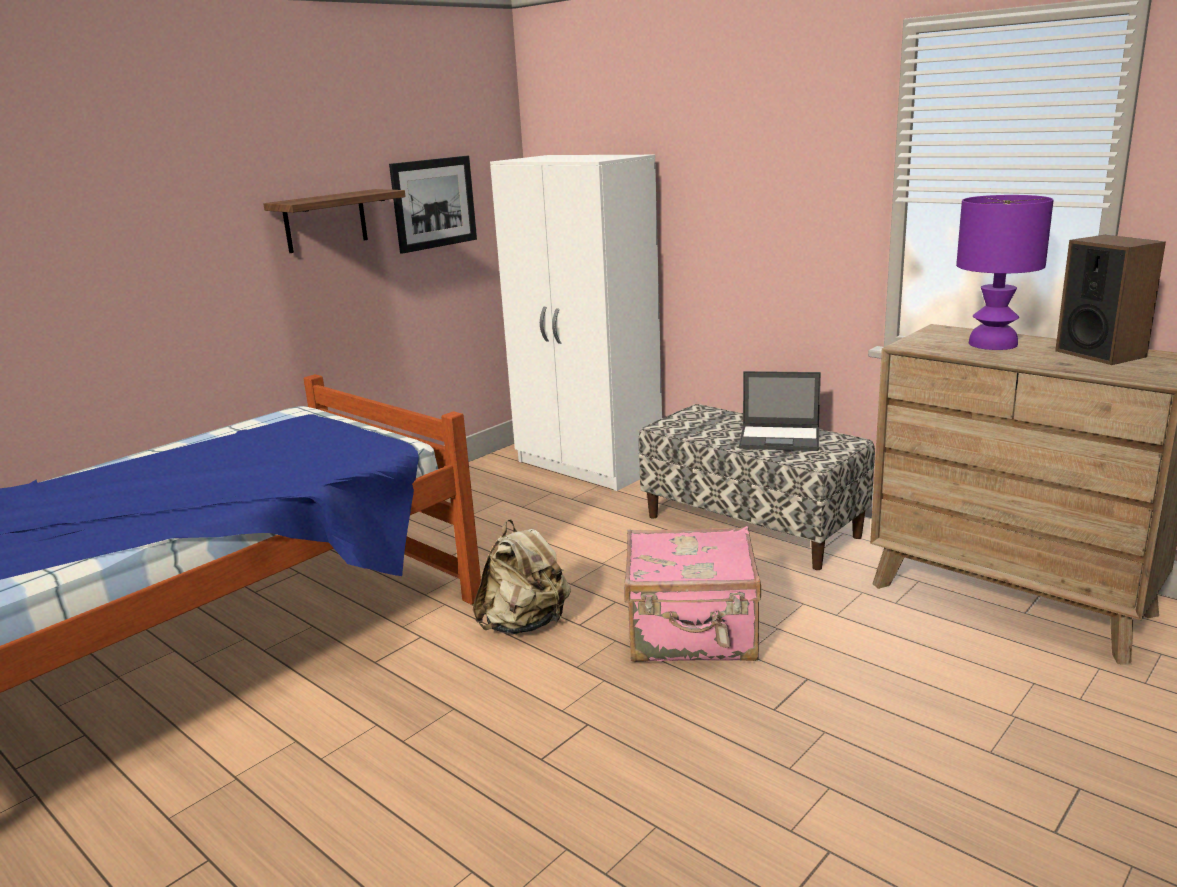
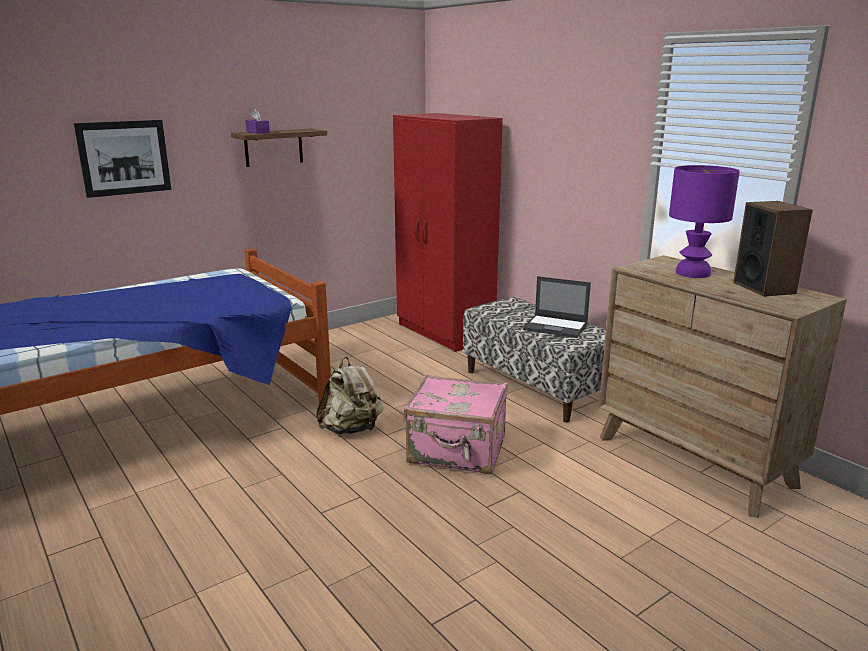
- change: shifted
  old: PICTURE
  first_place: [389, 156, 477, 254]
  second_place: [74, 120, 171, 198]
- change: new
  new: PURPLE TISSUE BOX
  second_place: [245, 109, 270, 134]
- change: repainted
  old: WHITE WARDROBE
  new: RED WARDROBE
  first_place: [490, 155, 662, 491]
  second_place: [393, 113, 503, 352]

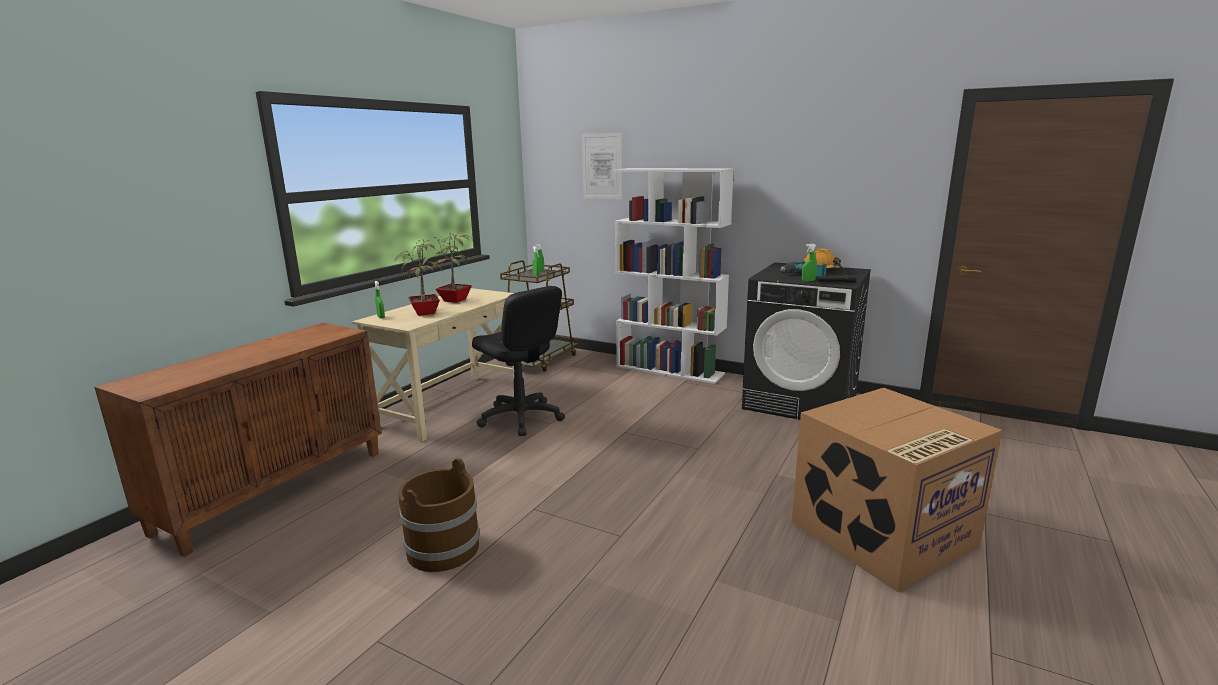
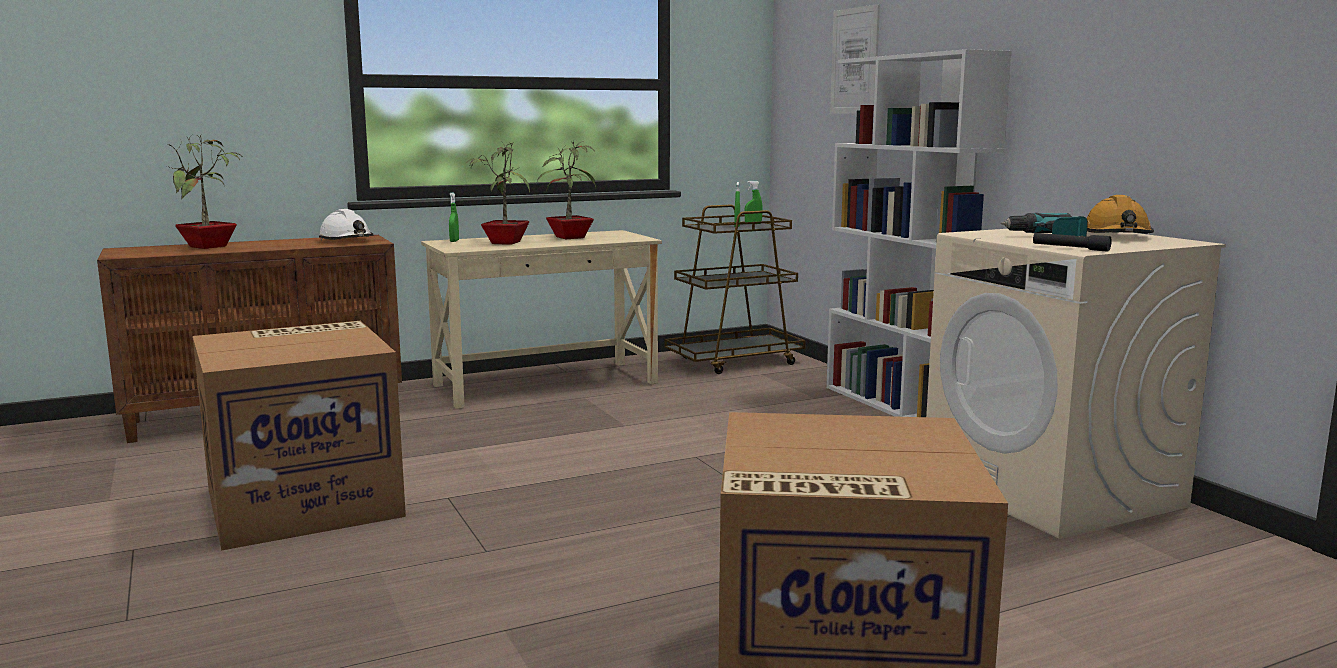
- change: new
  new: POTTED PLANT
  second_place: [167, 135, 244, 249]
- change: swapped
  old: BROWN BUCKET
  new: CARDBOARD BOX
  first_place: [398, 458, 480, 572]
  second_place: [192, 321, 406, 551]
- change: new
  new: WHITE HARD HAT
  second_place: [319, 209, 374, 240]
- change: repainted
  old: BLACK WASHING MACHINE
  new: BEIGE WASHING MACHINE
  first_place: [742, 262, 871, 420]
  second_place: [926, 229, 1226, 539]
- change: gone
  old: BLACK OFFICE CHAIR
  first_place: [472, 286, 565, 436]
- change: gone
  old: GREEN SPRAY BOTTLE
  first_place: [802, 244, 817, 282]

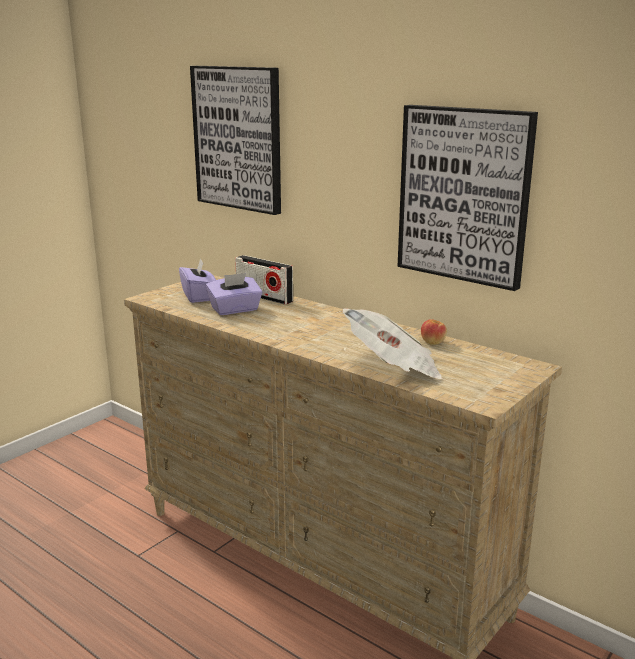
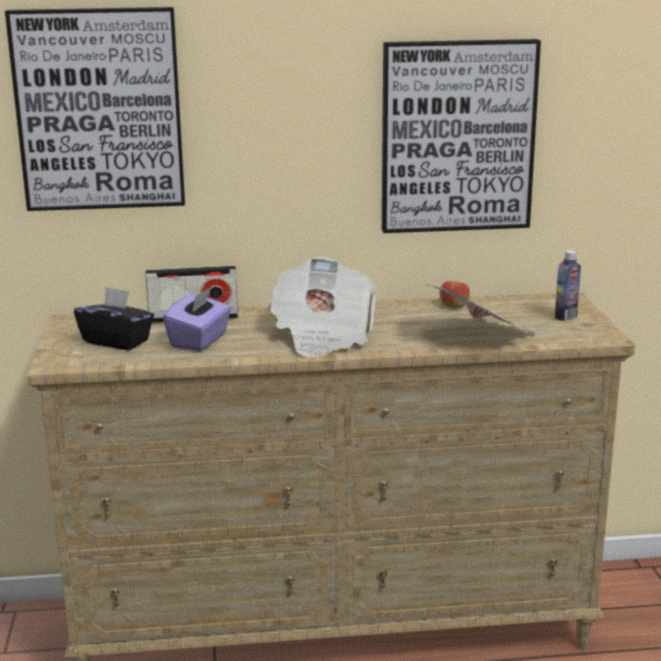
- change: repainted
  old: PURPLE TISSUE BOX
  new: BLACK TISSUE BOX
  first_place: [179, 258, 216, 303]
  second_place: [74, 287, 154, 350]
- change: new
  new: NEWSPAPER
  second_place: [268, 257, 377, 357]
- change: new
  new: BOTTLE
  second_place: [555, 250, 581, 321]

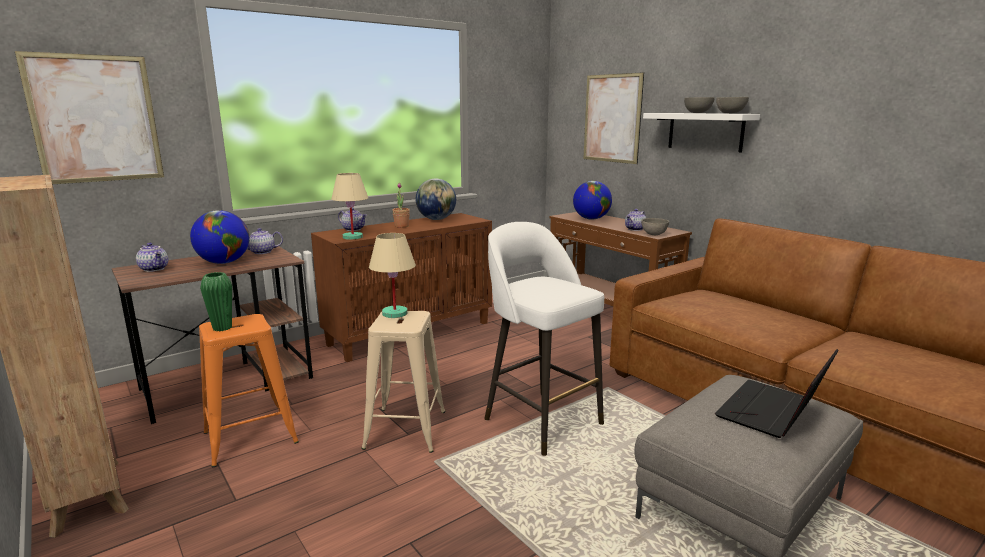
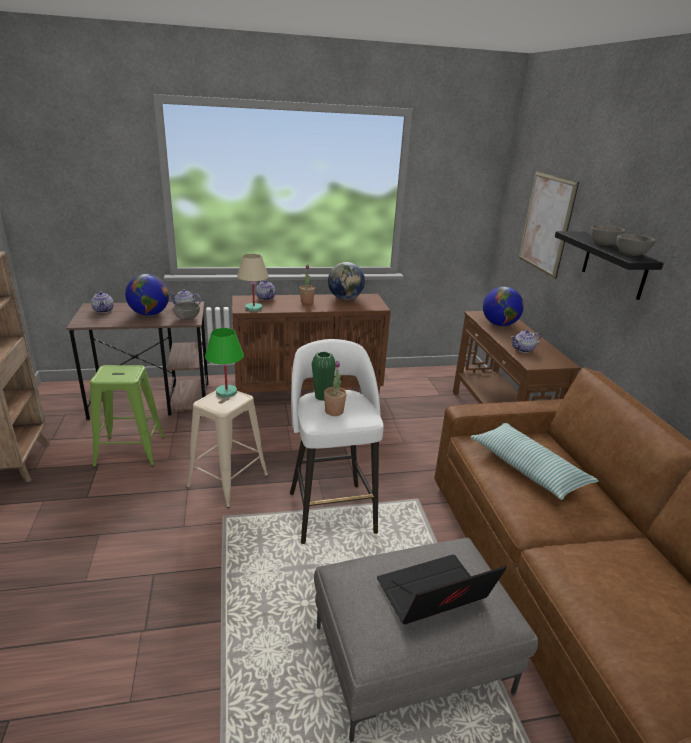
- change: repainted
  old: ORANGE STOOL
  new: GREEN STOOL
  first_place: [199, 314, 299, 467]
  second_place: [90, 365, 165, 467]
- change: shifted
  old: GREY BOWL
  first_place: [641, 218, 669, 235]
  second_place: [173, 302, 200, 320]
- change: repainted
  old: BEIGE TABLE LAMP
  new: GREEN TABLE LAMP
  first_place: [369, 233, 416, 318]
  second_place: [205, 328, 244, 398]
- change: shifted
  old: GREEN VASE
  first_place: [200, 272, 232, 332]
  second_place: [312, 351, 336, 401]
- change: new
  new: POTTED PLANT
  second_place: [324, 361, 347, 416]
- change: new
  new: PILLOW
  second_place: [470, 423, 599, 500]
- change: repainted
  old: WHITE SHELF
  new: BLACK SHELF
  first_place: [643, 113, 760, 152]
  second_place: [555, 231, 664, 300]
- change: gone
  old: PICTURE
  first_place: [15, 51, 164, 184]

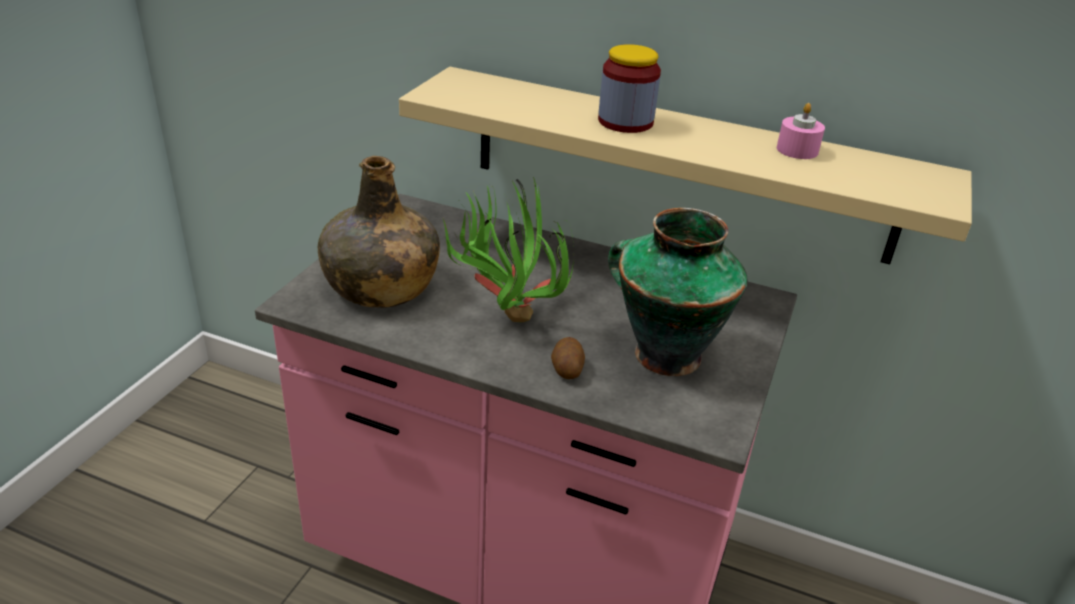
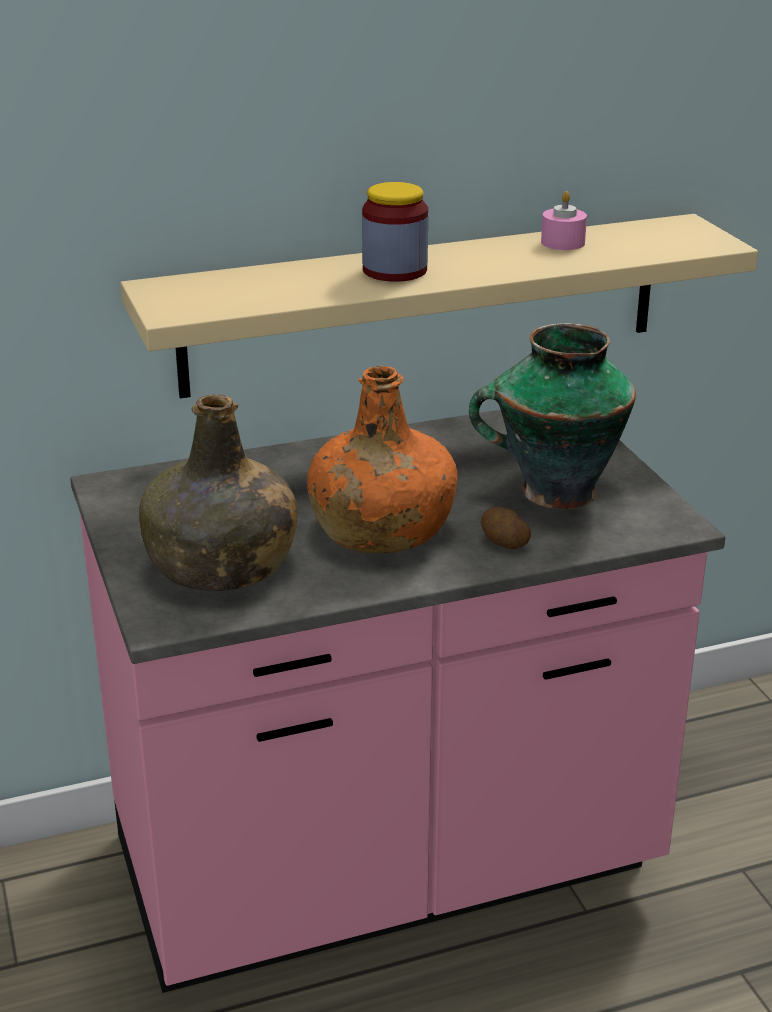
- change: swapped
  old: POTTED PLANT
  new: ORANGE BOTTLE
  first_place: [443, 176, 574, 322]
  second_place: [307, 365, 457, 554]

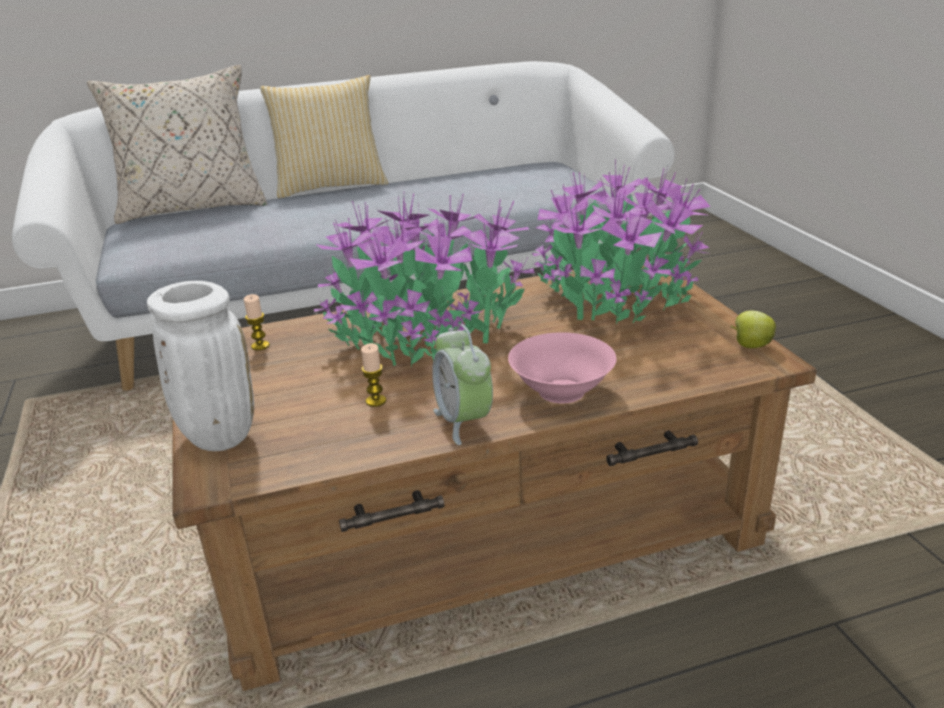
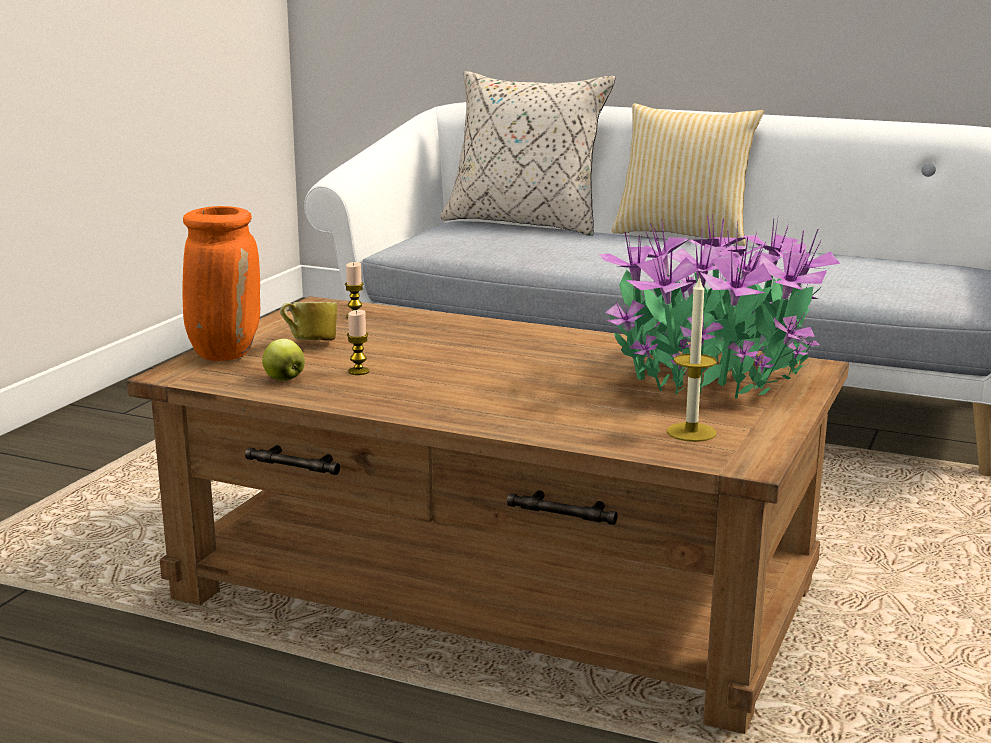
- change: repainted
  old: WHITE VASE
  new: ORANGE VASE
  first_place: [147, 281, 254, 451]
  second_place: [183, 206, 260, 361]
- change: shifted
  old: APPLE
  first_place: [731, 311, 776, 348]
  second_place: [262, 339, 305, 381]
- change: new
  new: MUG
  second_place: [280, 302, 337, 341]
- change: new
  new: CANDLE
  second_place: [667, 276, 717, 442]
- change: gone
  old: POTTED PLANT
  first_place: [314, 194, 535, 368]
- change: gone
  old: ALARM CLOCK
  first_place: [432, 324, 493, 445]
- change: gone
  old: PINK BOWL
  first_place: [508, 332, 616, 403]

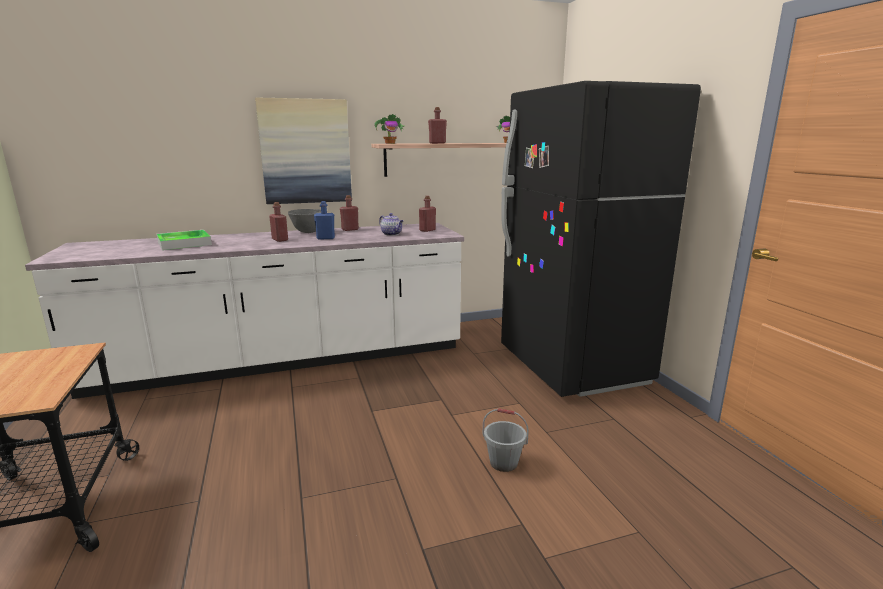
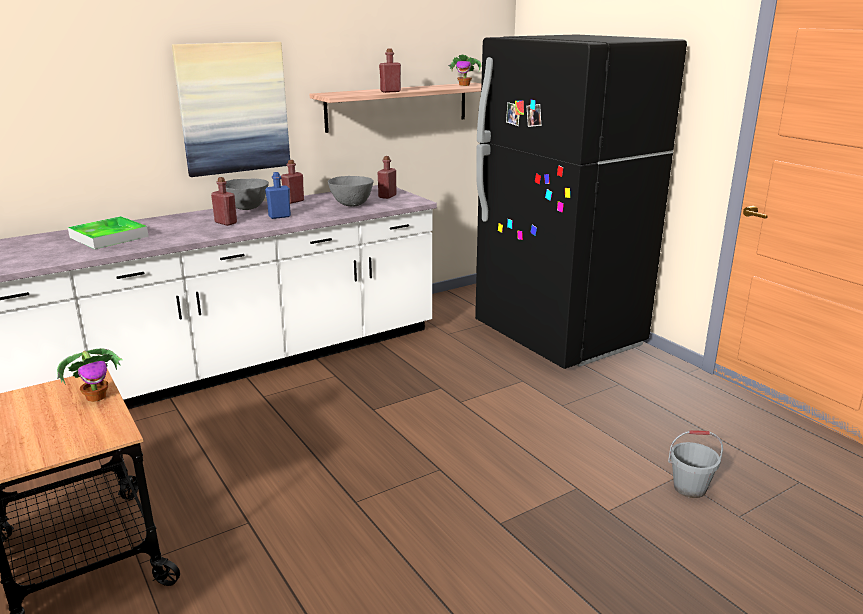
- change: shifted
  old: POTTED PLANT
  first_place: [374, 114, 404, 144]
  second_place: [57, 348, 123, 402]
- change: swapped
  old: TEAPOT
  new: GREY BOWL
  first_place: [379, 213, 404, 236]
  second_place: [328, 176, 374, 206]
- change: shifted
  old: GREY BUCKET
  first_place: [482, 408, 529, 472]
  second_place: [668, 430, 723, 498]

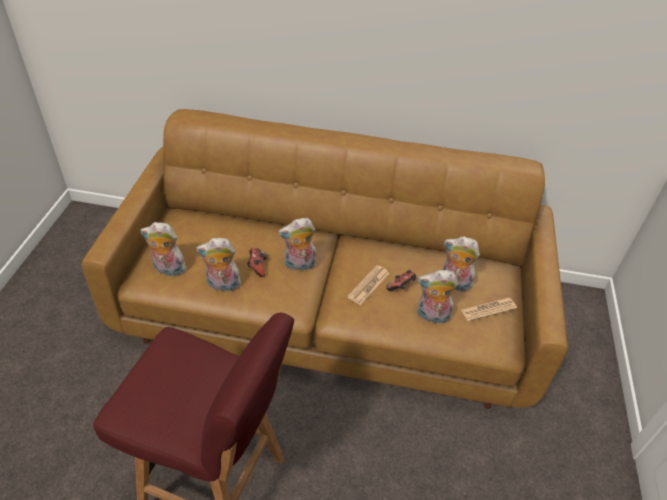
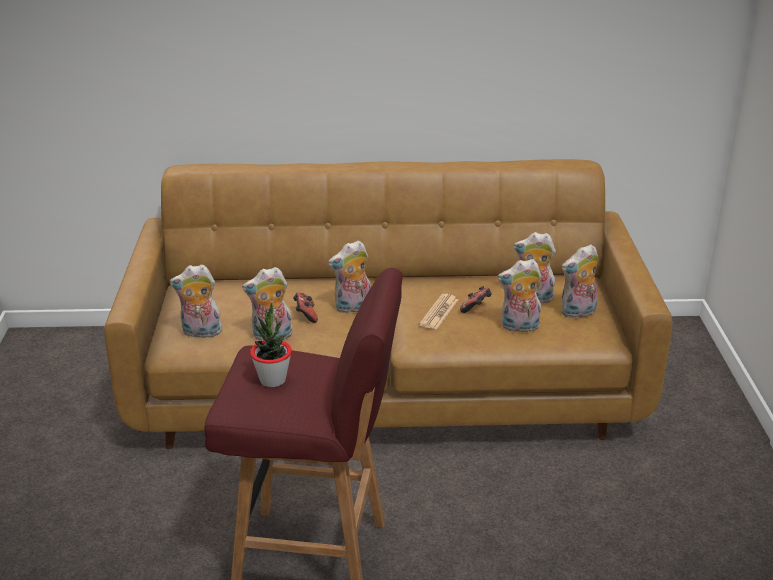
- change: new
  new: POTTED PLANT
  second_place: [250, 302, 292, 387]
- change: swapped
  old: NEWSPAPER
  new: PLUSH TOY
  first_place: [461, 298, 517, 321]
  second_place: [561, 244, 598, 318]

